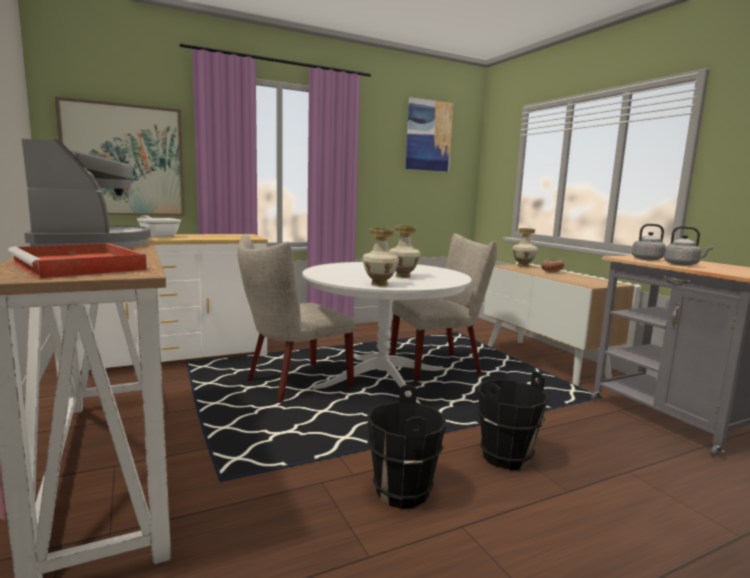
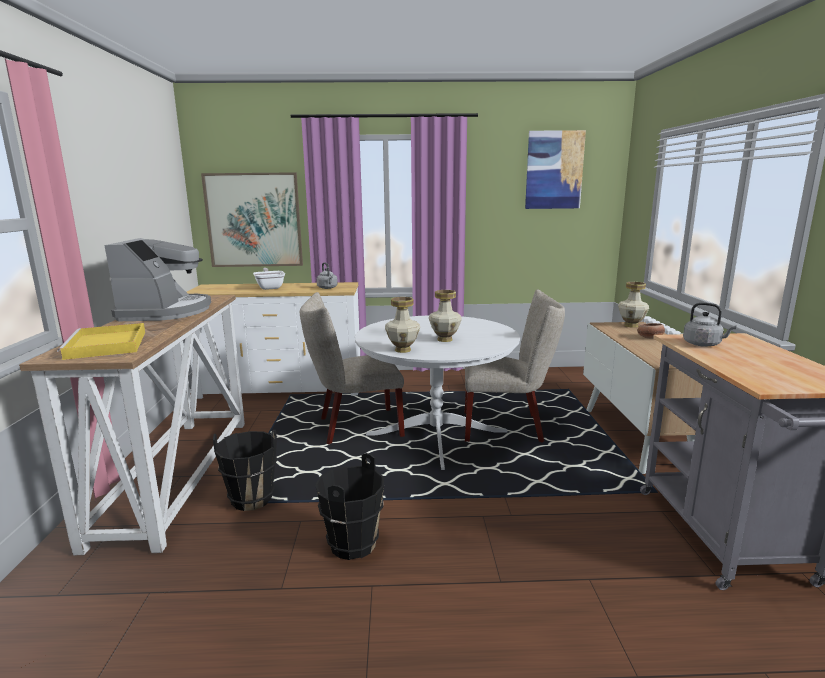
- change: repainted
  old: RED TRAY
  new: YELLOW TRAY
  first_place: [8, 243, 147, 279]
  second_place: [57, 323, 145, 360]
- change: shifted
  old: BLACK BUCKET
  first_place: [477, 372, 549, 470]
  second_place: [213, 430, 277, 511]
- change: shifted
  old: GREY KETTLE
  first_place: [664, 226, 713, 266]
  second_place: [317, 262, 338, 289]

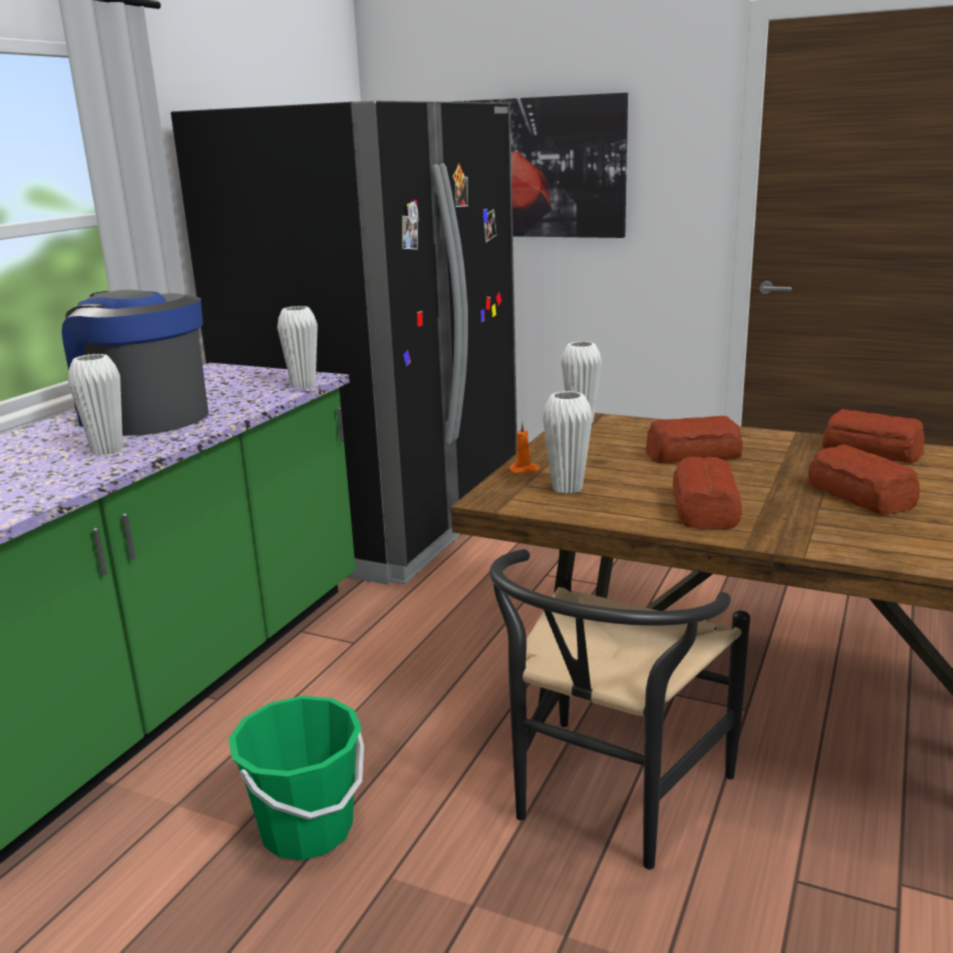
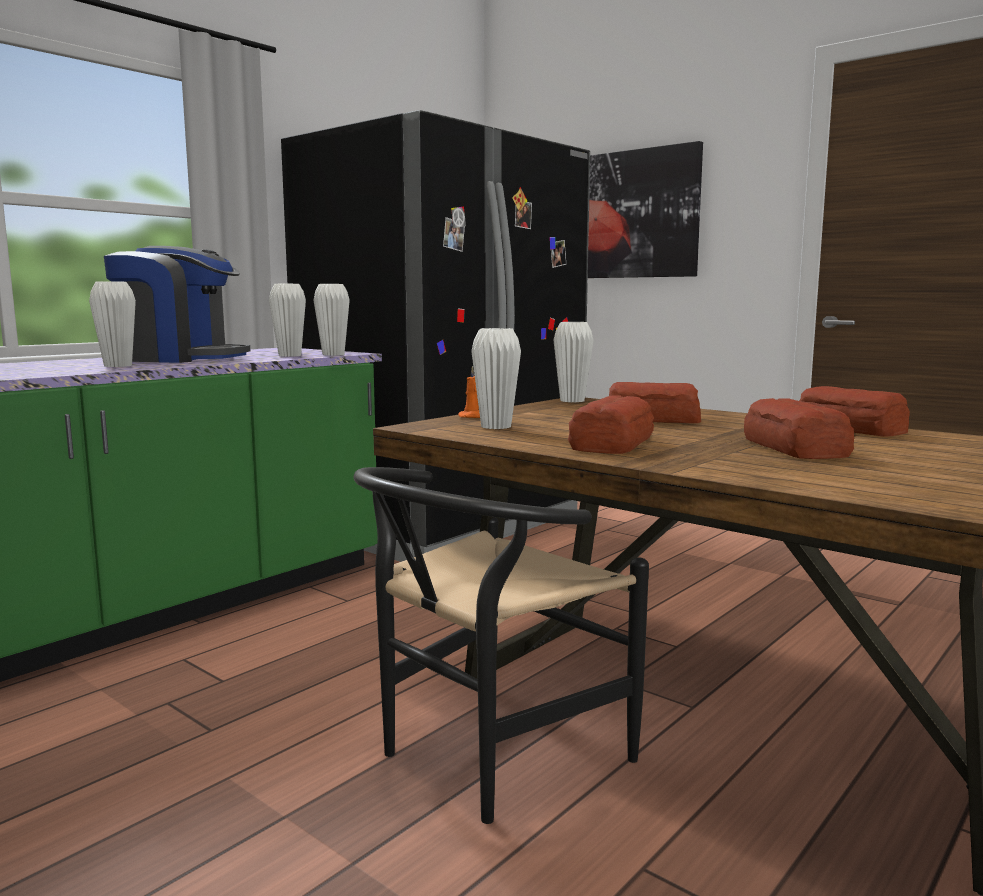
- change: rotated
  old: COFFEE MACHINE
  first_place: [62, 290, 209, 436]
  second_place: [104, 246, 250, 363]
  degrees: 135
- change: new
  new: WHITE VASE
  second_place: [269, 284, 306, 357]
- change: gone
  old: GREEN BUCKET
  first_place: [229, 696, 364, 860]

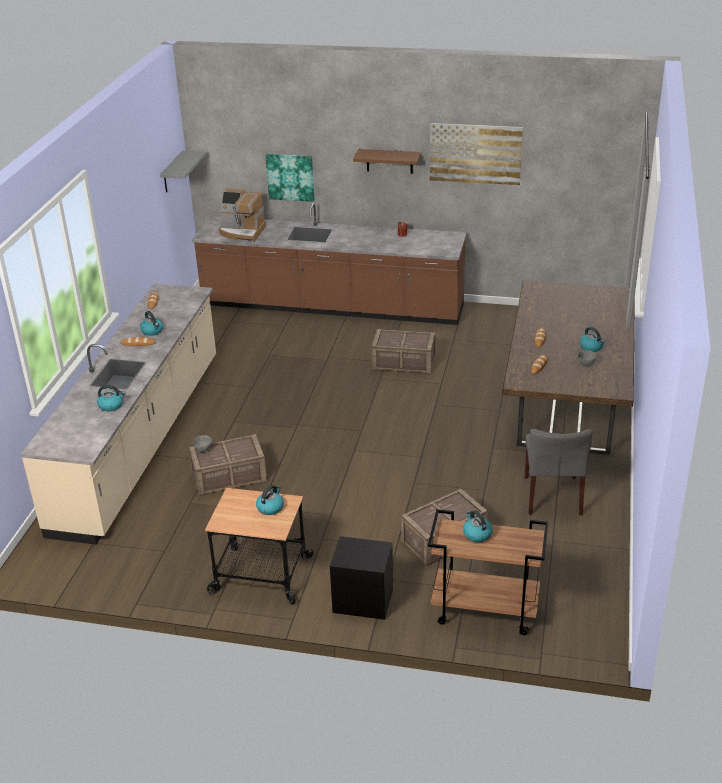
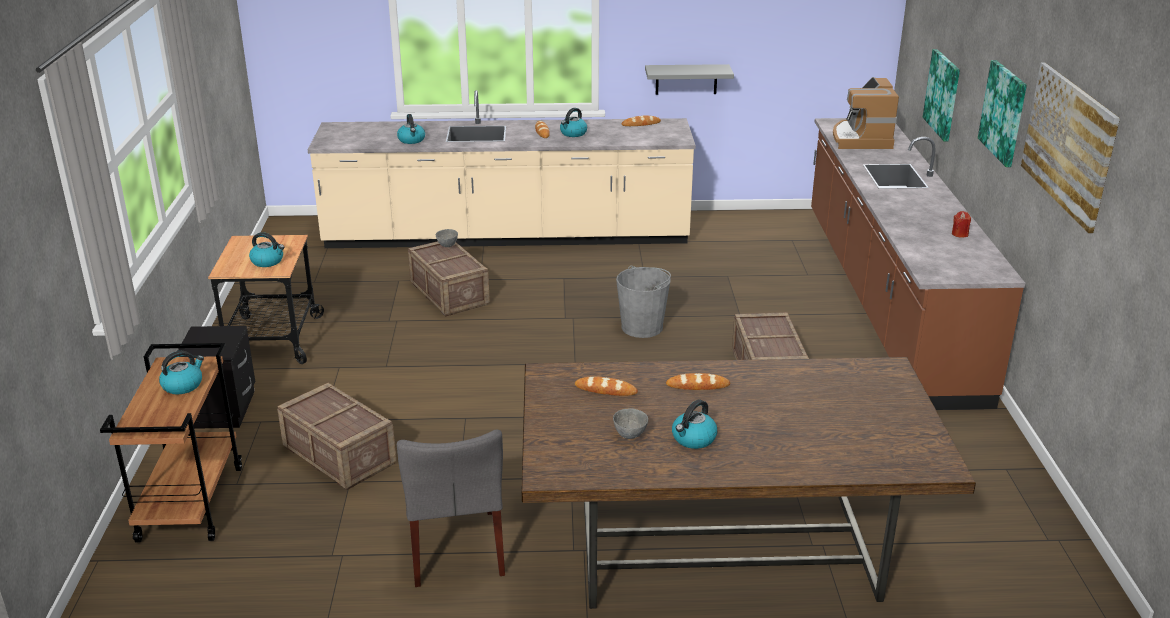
- change: rotated
  old: GREY CHAIR
  first_place: [525, 429, 592, 515]
  second_place: [397, 430, 505, 587]
  degrees: -90
- change: new
  new: GREY BUCKET
  second_place: [616, 266, 671, 338]
- change: shifted
  old: GREY SHELF
  first_place: [160, 151, 206, 193]
  second_place: [645, 64, 734, 95]
- change: swapped
  old: BROWN SHELF
  new: PICTURE
  first_place: [353, 149, 421, 174]
  second_place: [978, 60, 1027, 167]

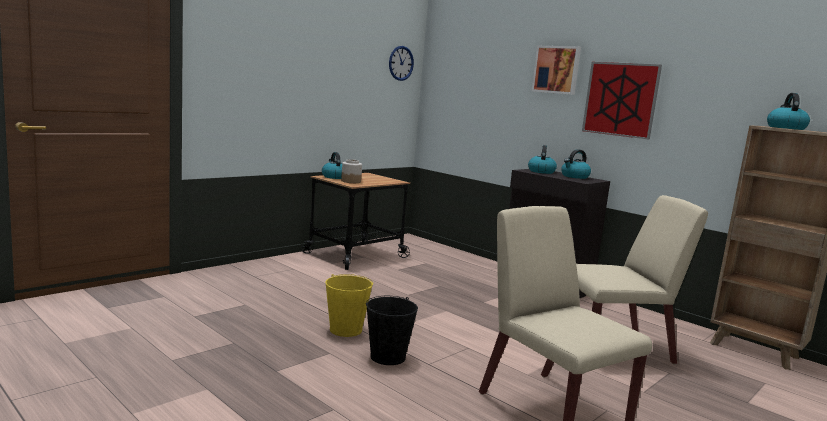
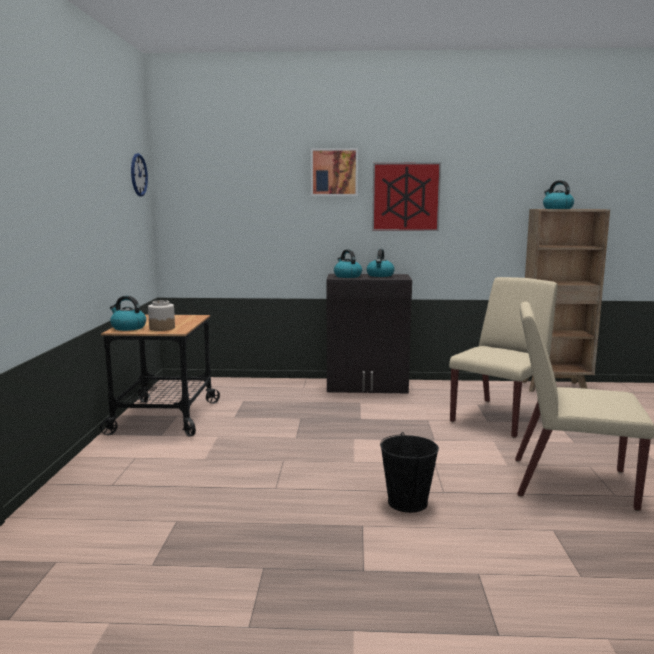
- change: gone
  old: YELLOW BUCKET
  first_place: [325, 274, 373, 337]

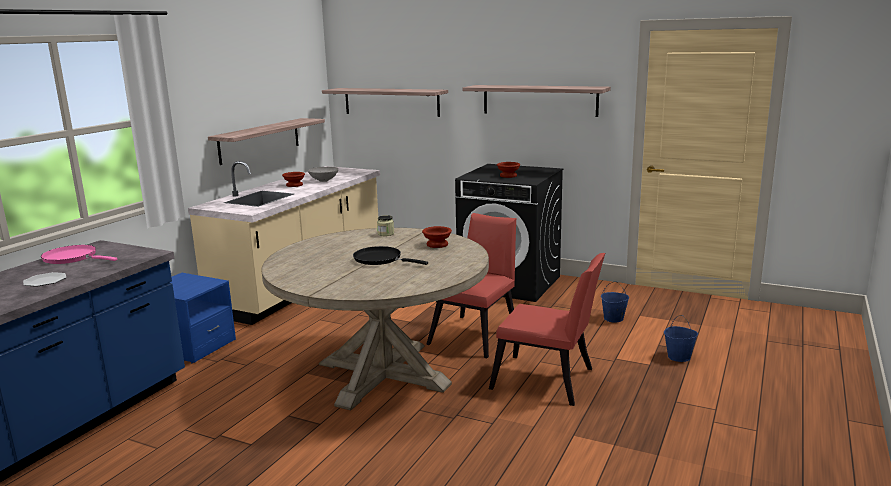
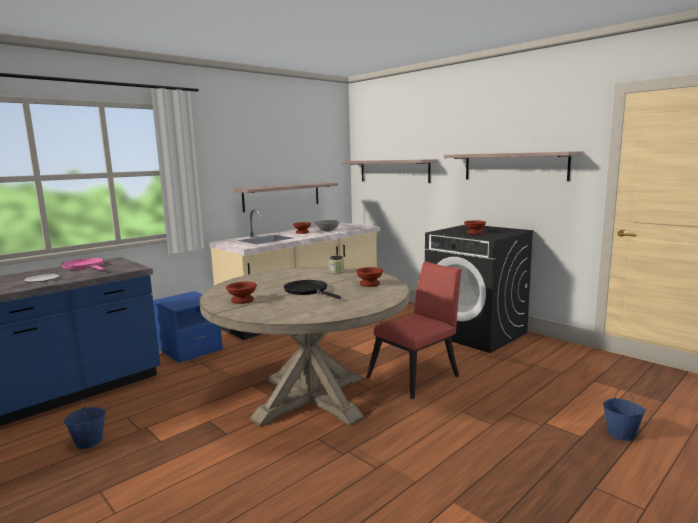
- change: shifted
  old: BLUE BUCKET
  first_place: [601, 281, 629, 323]
  second_place: [64, 397, 106, 449]
- change: new
  new: BROWN BOWL
  second_place: [226, 282, 257, 304]
- change: gone
  old: RED CHAIR
  first_place: [489, 253, 605, 406]

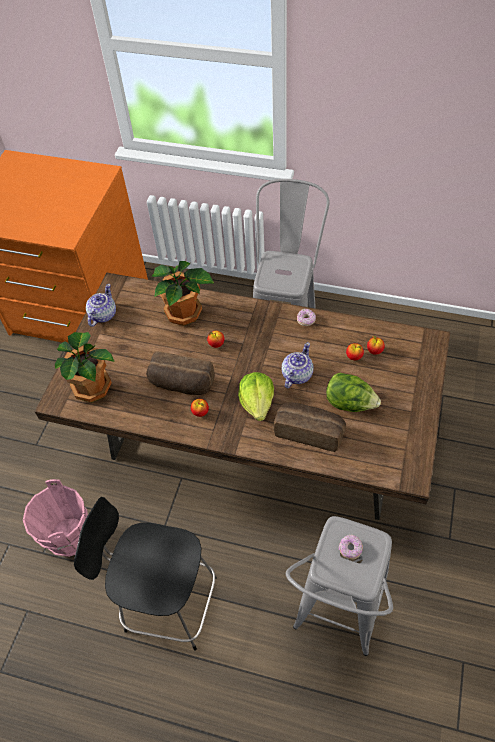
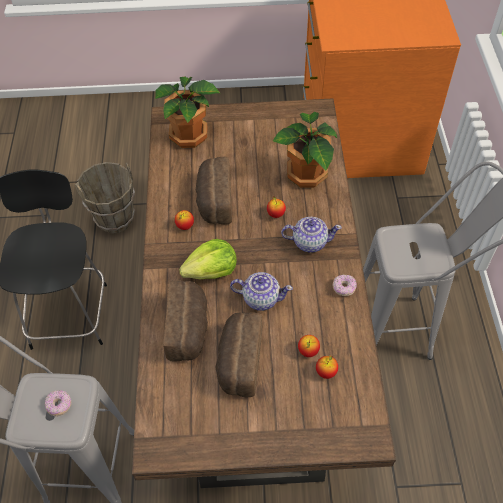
- change: repainted
  old: PINK BUCKET
  new: BROWN BUCKET
  first_place: [23, 479, 88, 557]
  second_place: [75, 162, 135, 233]
- change: swapped
  old: LETTUCE
  new: BREAD
  first_place: [326, 373, 381, 412]
  second_place: [215, 312, 262, 397]
- change: shifted
  old: TEAPOT
  first_place: [86, 284, 116, 327]
  second_place: [281, 217, 342, 253]

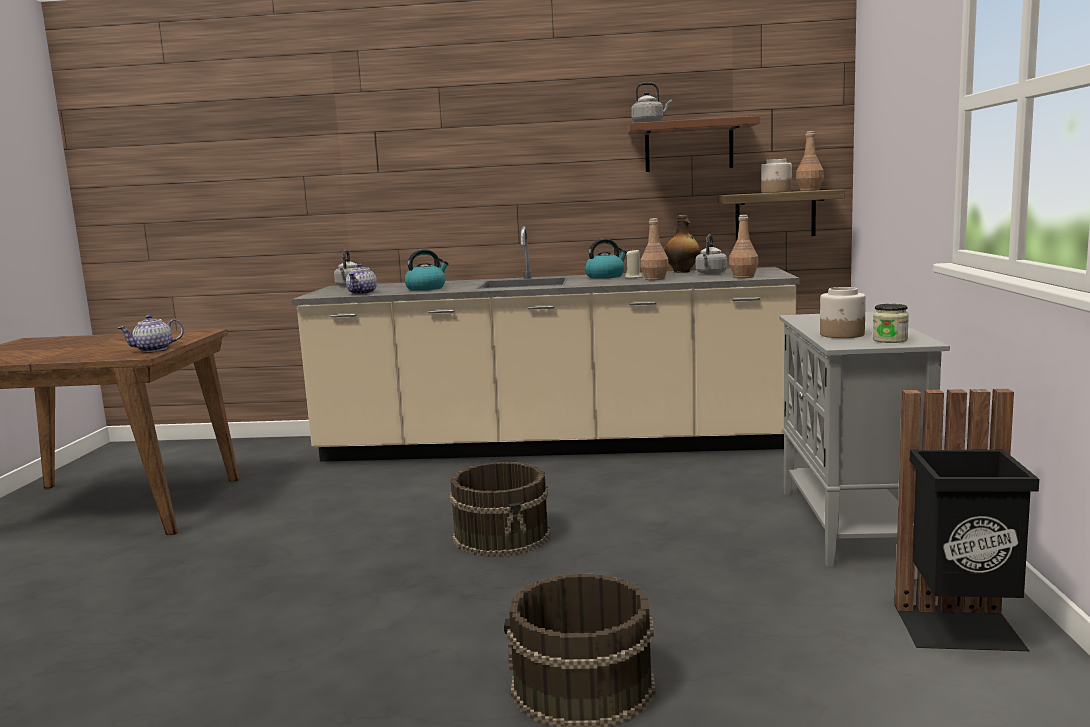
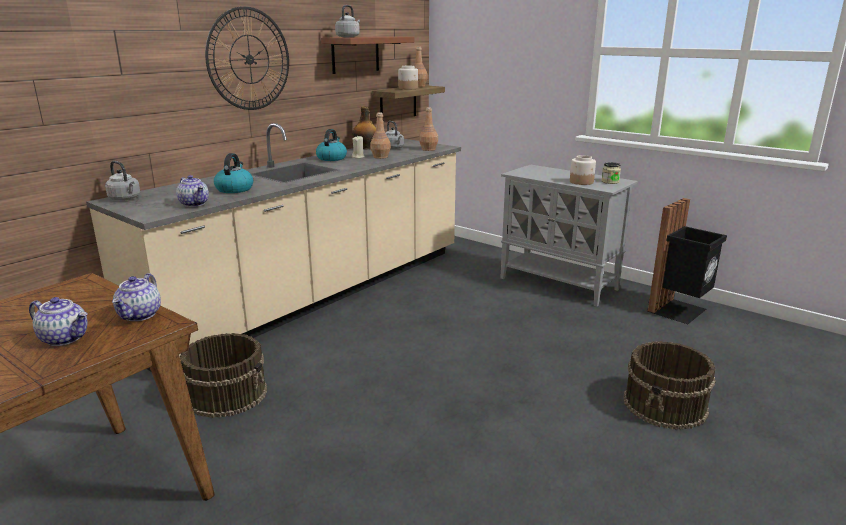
- change: new
  new: TEAPOT
  second_place: [29, 297, 88, 346]
- change: shifted
  old: BROWN BUCKET
  first_place: [449, 462, 550, 557]
  second_place: [180, 333, 267, 418]
- change: new
  new: WALL CLOCK
  second_place: [205, 6, 289, 110]

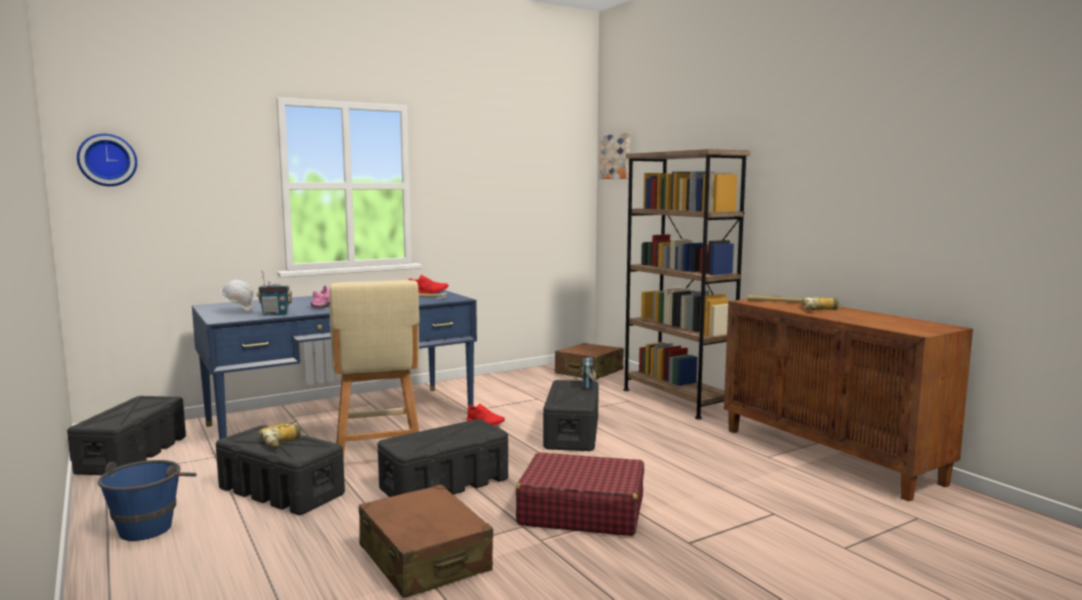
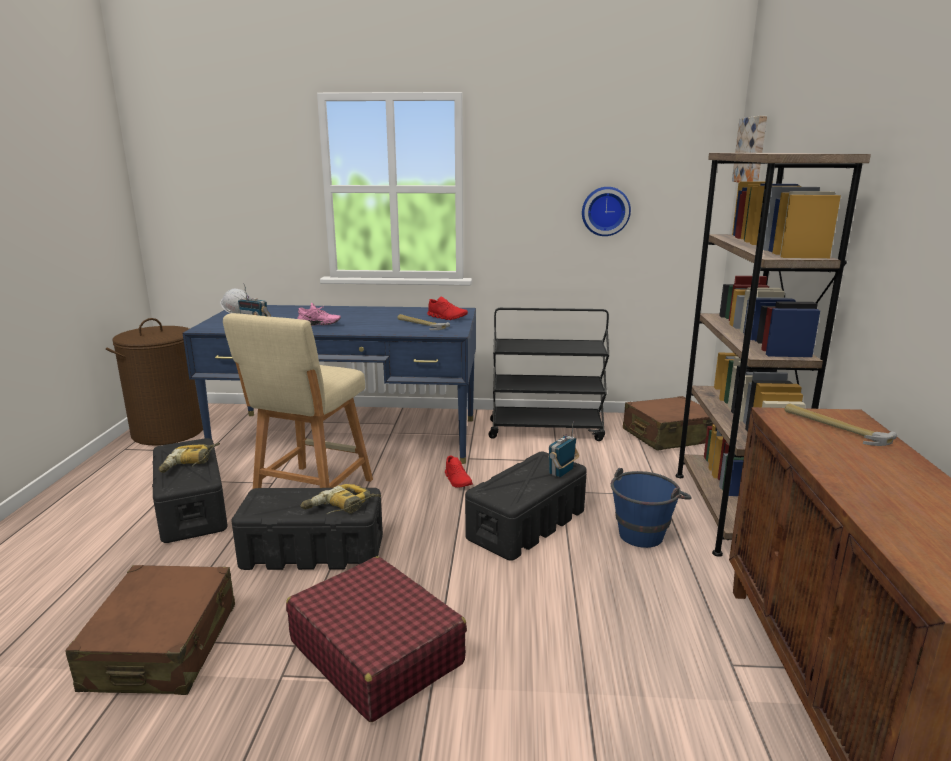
- change: swapped
  old: BLACK STORAGE BOX
  new: BROWN LAUNDRY BASKET
  first_place: [67, 396, 186, 475]
  second_place: [106, 318, 203, 445]
- change: shifted
  old: POWER DRILL
  first_place: [802, 297, 840, 311]
  second_place: [300, 484, 381, 514]
- change: new
  new: BLACK CART
  second_place: [488, 308, 609, 441]
- change: shifted
  old: WALL CLOCK
  first_place: [77, 134, 137, 186]
  second_place: [582, 187, 631, 236]
- change: shifted
  old: BLUE BUCKET
  first_place: [98, 460, 197, 541]
  second_place: [611, 468, 692, 548]

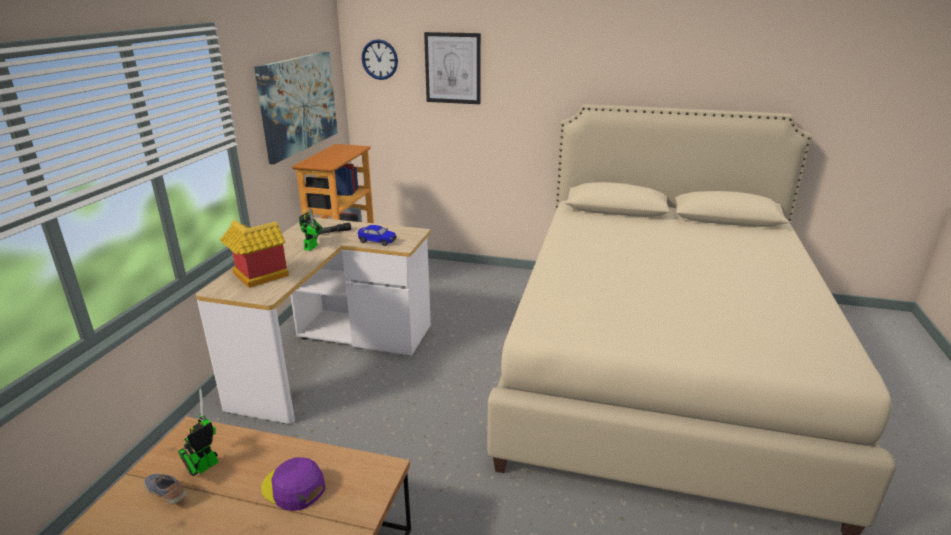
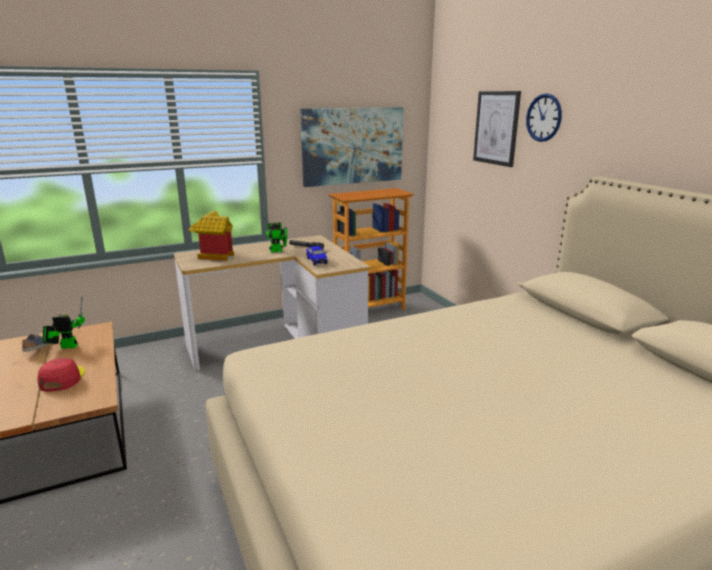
- change: repainted
  old: PURPLE CAP
  new: RED CAP
  first_place: [261, 457, 325, 511]
  second_place: [37, 358, 85, 391]
- change: shifted
  old: WALL CLOCK
  first_place: [362, 39, 398, 80]
  second_place: [526, 93, 562, 142]

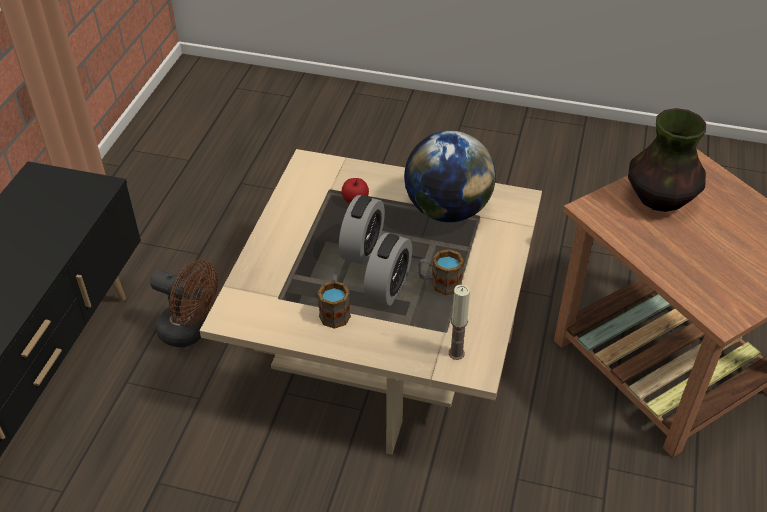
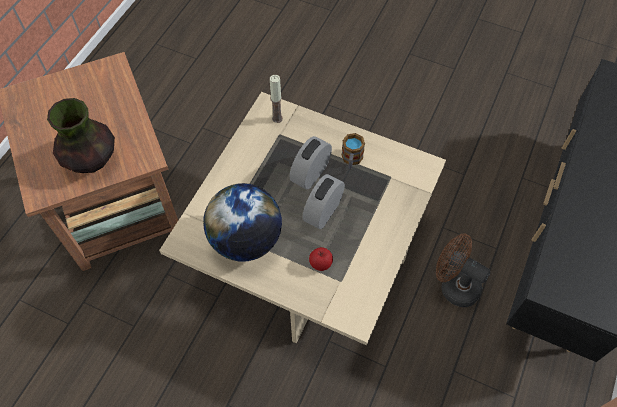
- change: gone
  old: MUG
  first_place: [418, 249, 464, 295]

